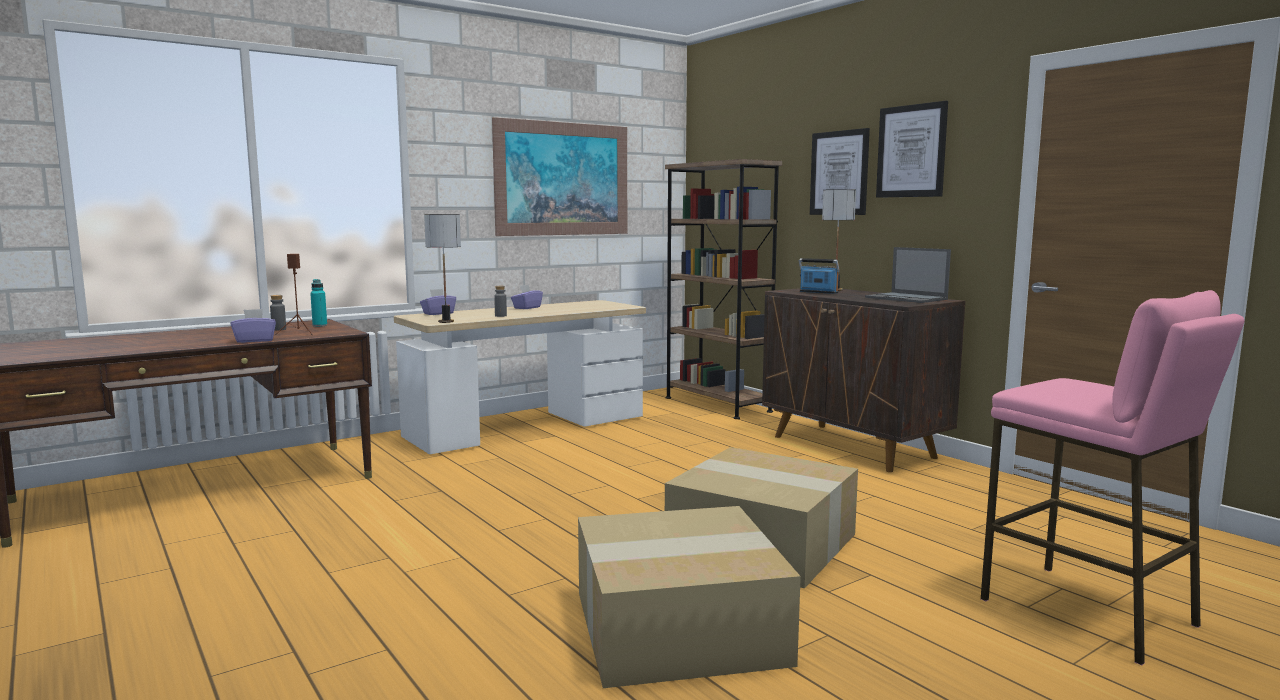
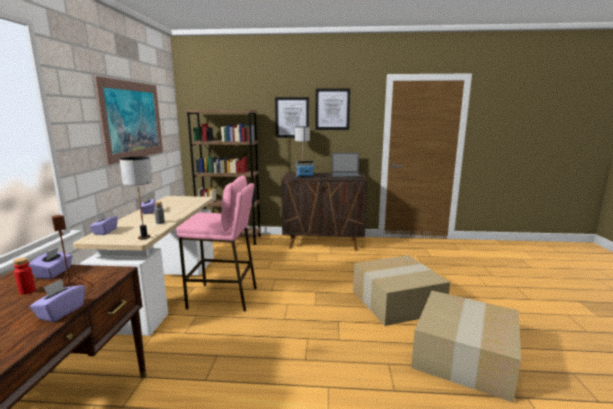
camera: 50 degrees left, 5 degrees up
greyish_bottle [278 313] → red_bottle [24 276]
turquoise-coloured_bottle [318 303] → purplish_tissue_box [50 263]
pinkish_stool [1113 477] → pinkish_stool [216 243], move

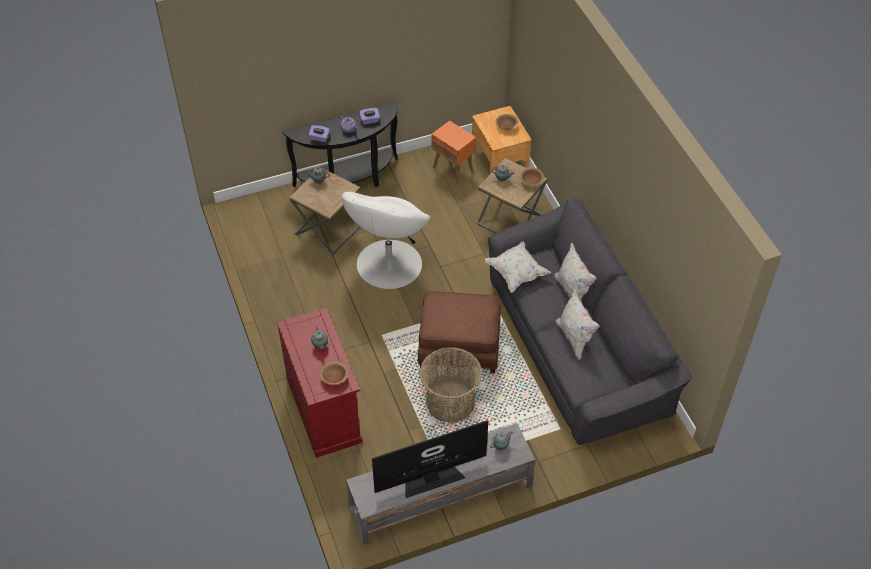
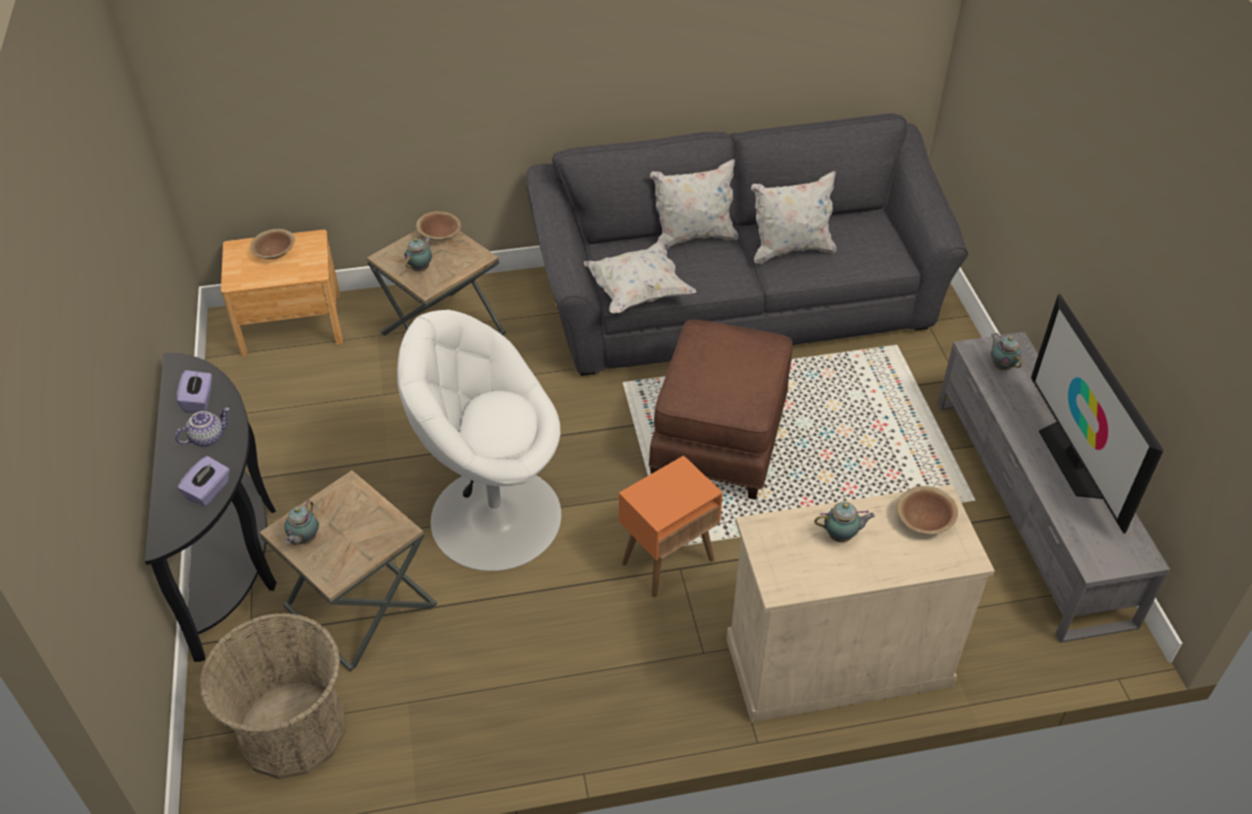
camera: 80 degrees left, 5 degrees down
red_storage_cabinet [320 383] → sand-coloured_storage_cabinet [861 603]
white_easy_chair [385 240] → white_easy_chair [479 440], 150 degrees clockwise
storage_basket [451 385] → storage_basket [272 696], move
orangey_end_table [453 153] → orangey_end_table [671 526], move

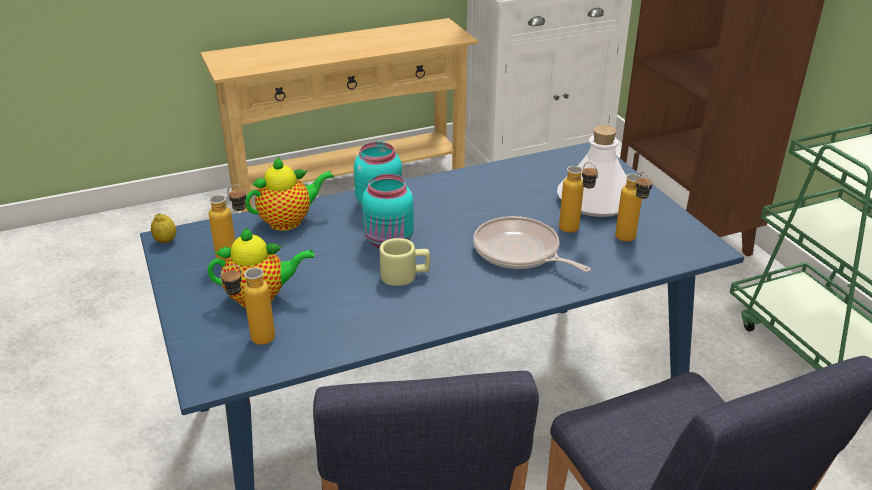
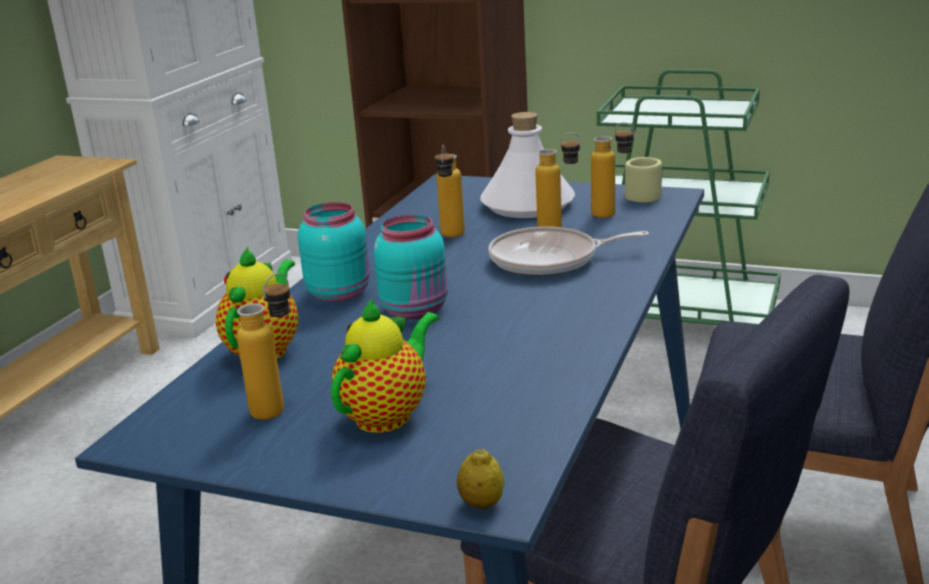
camera: 45 degrees left, 10 degrees down
lemon [163 228] → lemon [480 479], move
bottle [247 305] → bottle [450 191], move
sand-coloured_mug [405 262] → sand-coloured_mug [643 179], move

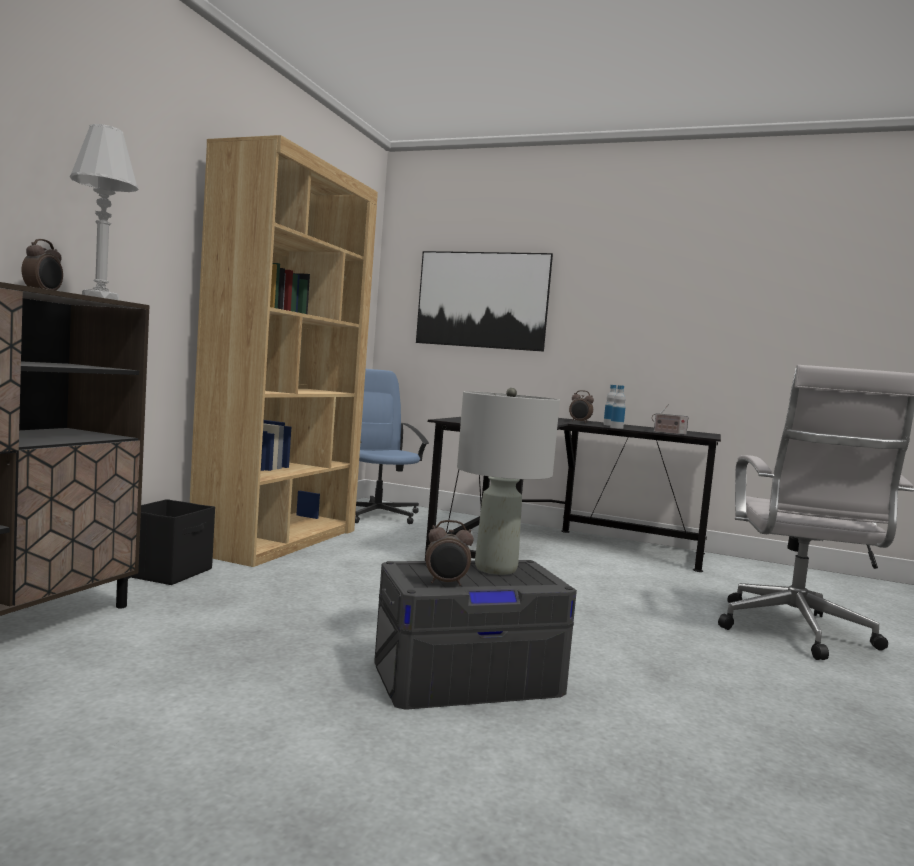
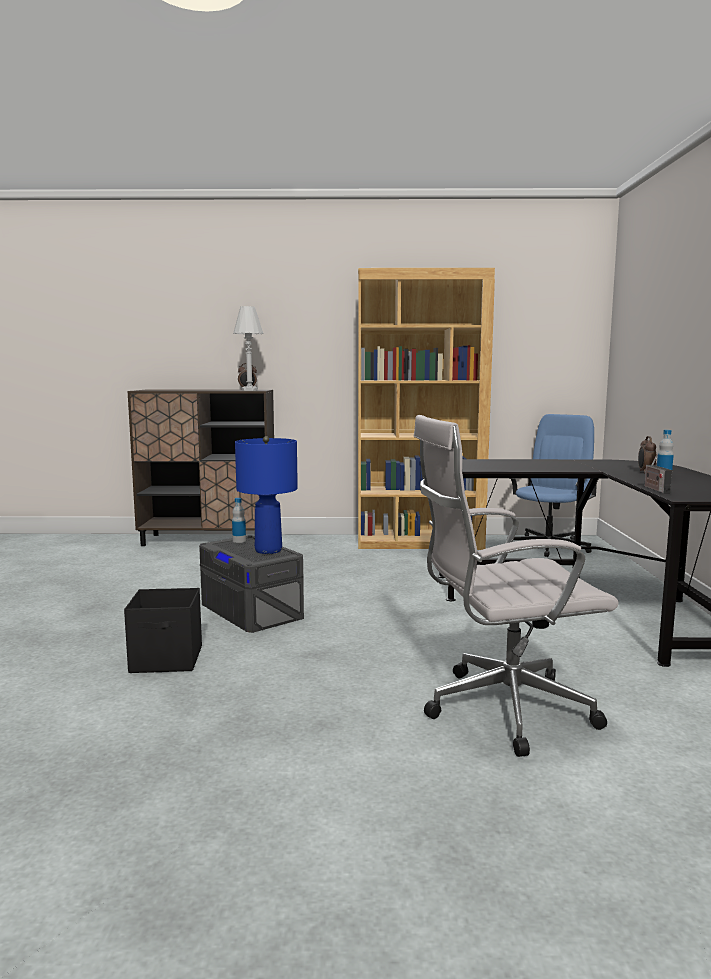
camera: 70 degrees right, 5 degrees up
black-coloured_storage_bin [173 542] → black-coloured_storage_bin [163 630], move
wall_picture [484 301] → -
alarm_clock [449 553] → -
greyish_tabletop_lamp [508 481] → blue-coloured_tabletop_lamp [266 495]
bottle [618 407] → bottle [239 520], move

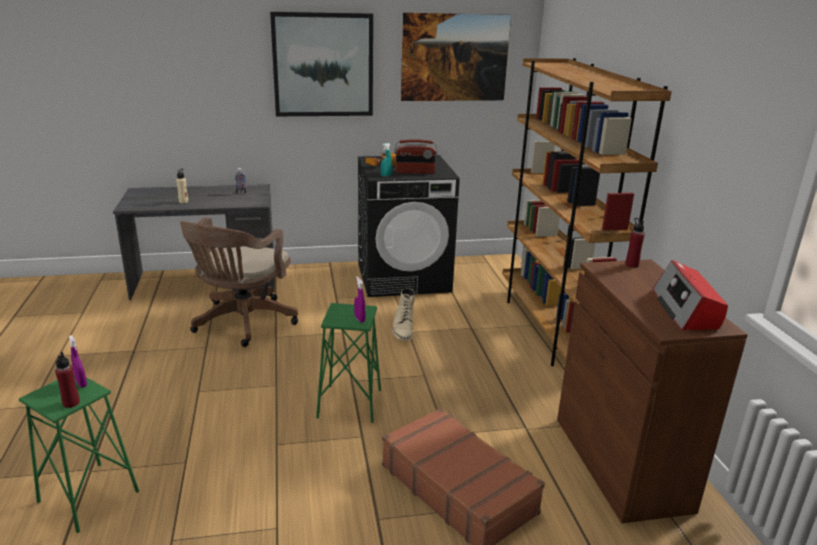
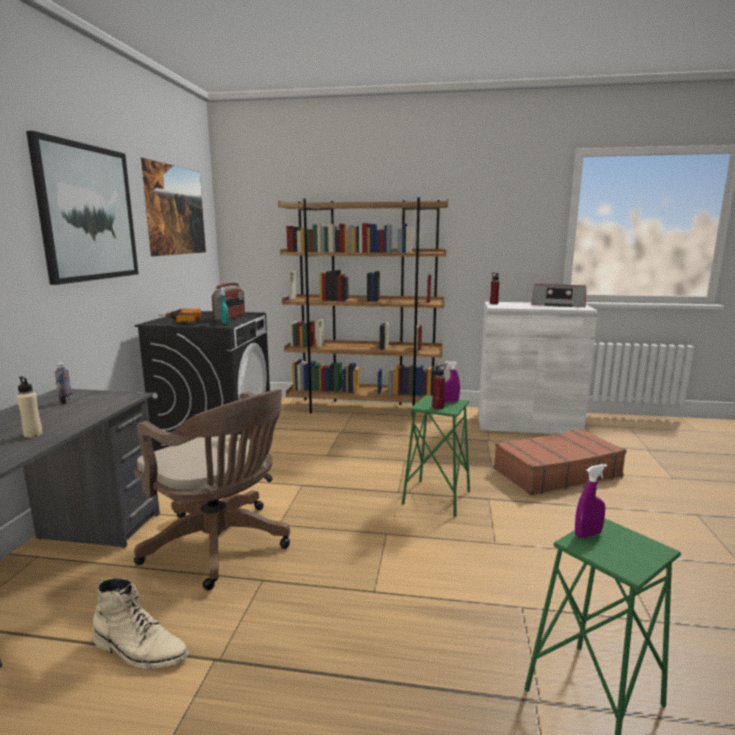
camera: 70 degrees left, 10 degrees down
red_bottle [67 380] → red_bottle [439 387], move
sand-coloured_tall_boot [403 314] → sand-coloured_tall_boot [141 623], move
brown-coloured_storage_cabinet [652 391] → white_storage_cabinet [538 368]

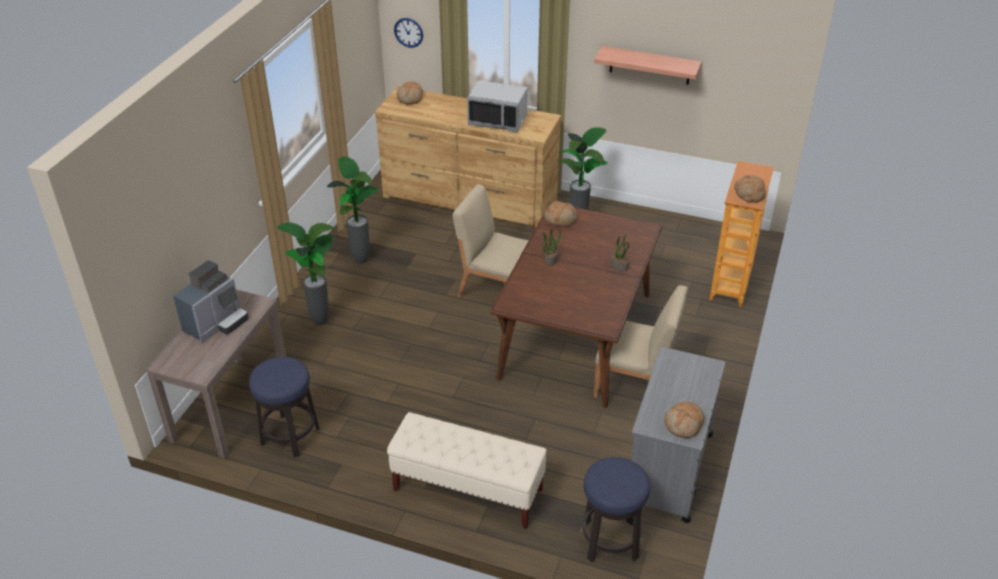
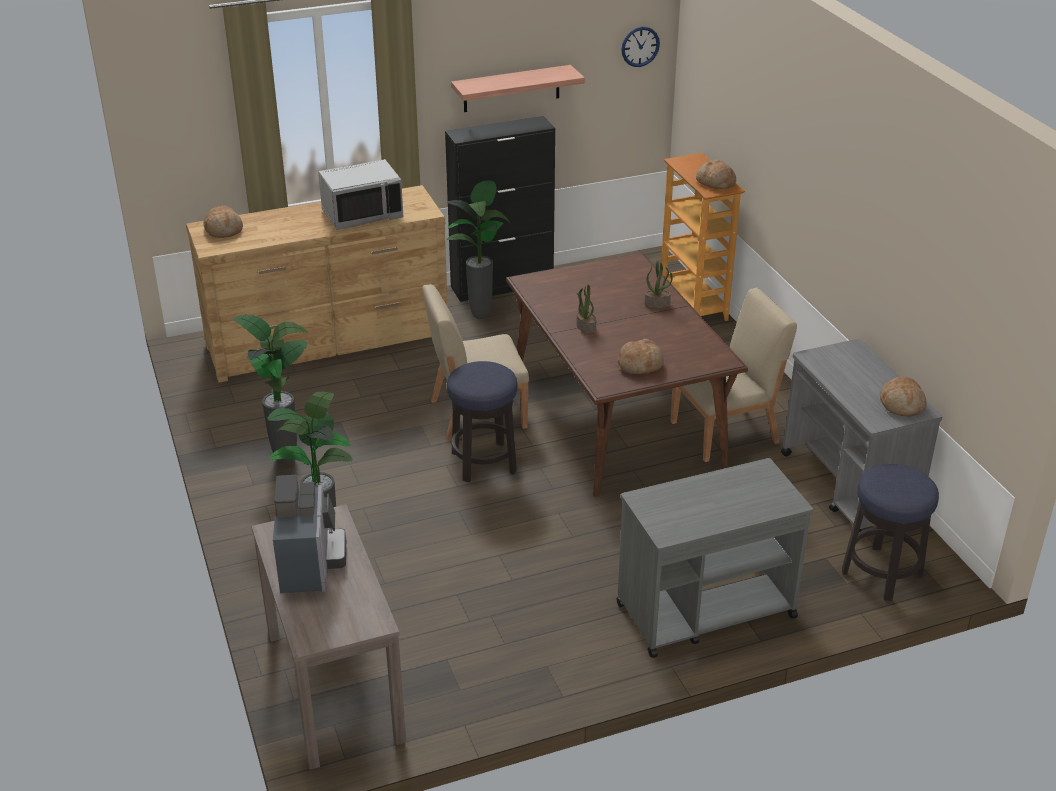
camera: 40 degrees left, 5 degrees down
stool [284 407] → stool [482 422], move
sand-coloured_bench [467 470] → greyish_cart [714 558]
hanging_clock [408 33] → hanging_clock [640 47], move
bread [560 214] → bread [641 356], move
- → black-coloured_storage_cabinet [500 209]

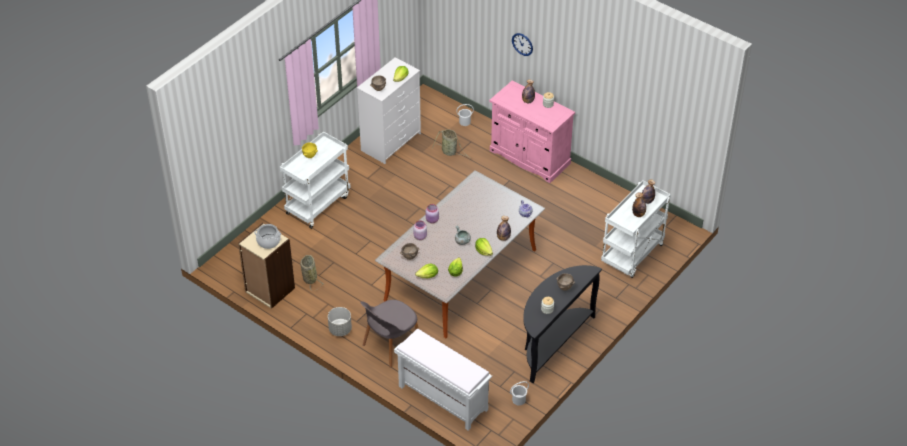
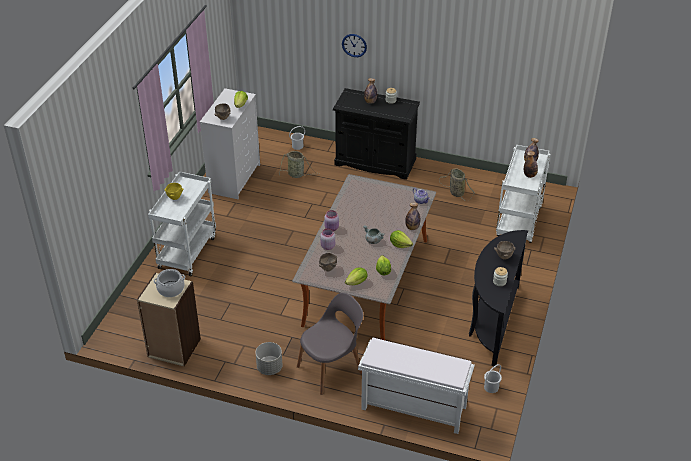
camera: 20 degrees left, 5 degrees down
storage_basket [312 273] → storage_basket [457 184], move
greyish_plain_chair [389 334] → greyish_plain_chair [330 343], 150 degrees counterclockwise
pinkish_storage_cabinet [532 132] → black-coloured_storage_cabinet [376 134]

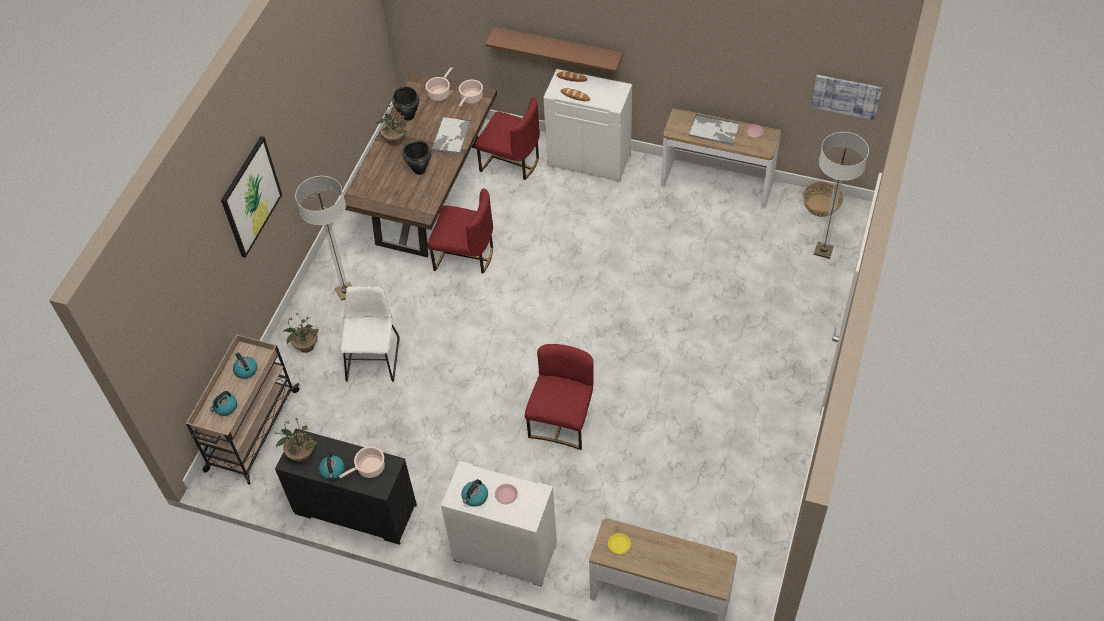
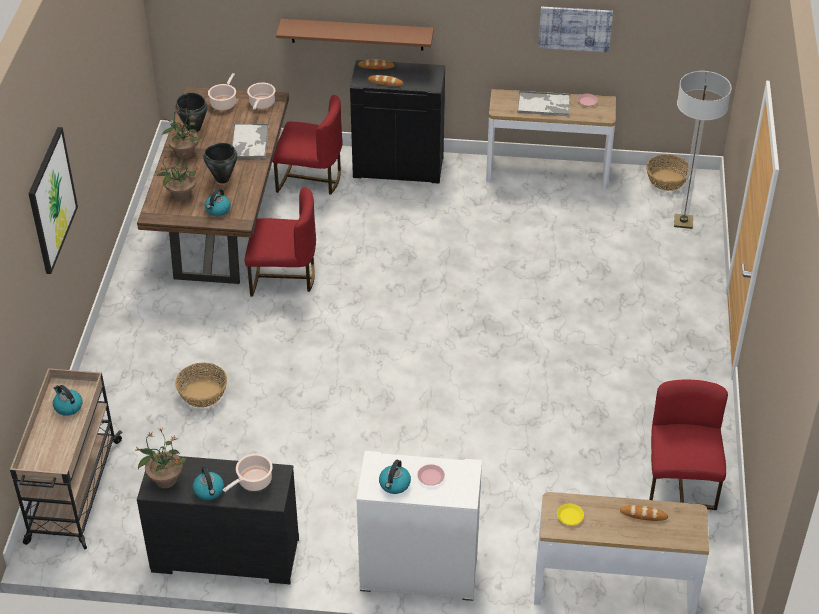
camera: 15 degrees left, 10 degrees down
tea_kettle [223 403] → tea_kettle [218 202], move
plant_in_a_pot [300 333] → plant_in_a_pot [177 176], move
standing_lamp [323 238] → -
white_plain_chair [370 334] → storage_basket [201 385]
red_plain_chair [559 397] → red_plain_chair [688 444], move
white_storage_cabinet [588 125] → black-coloured_storage_cabinet [397 122]
wall_picture [846 97] → wall_picture [575 29], move
- → bread [644 513]

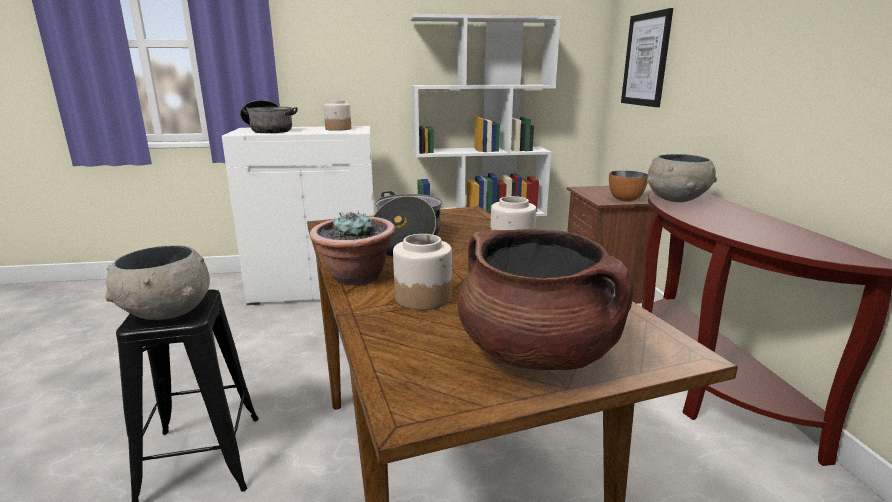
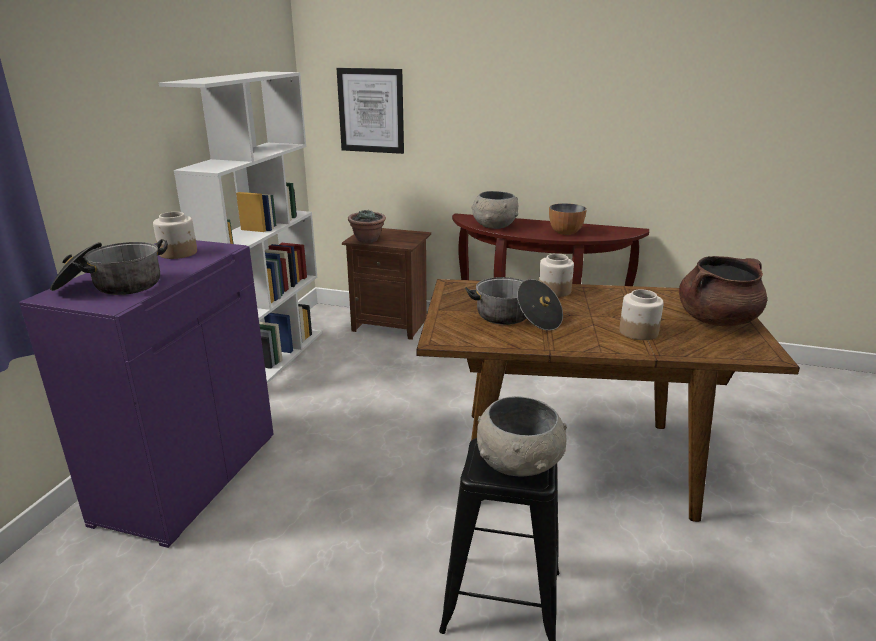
camera: 65 degrees left, 5 degrees up
white_storage_cabinet [298 215] → purplish_storage_cabinet [146 394]
plant_in_a_pot [352 248] → plant_in_a_pot [367 226], move
deep_dish [628 186] → deep_dish [568 219], move

